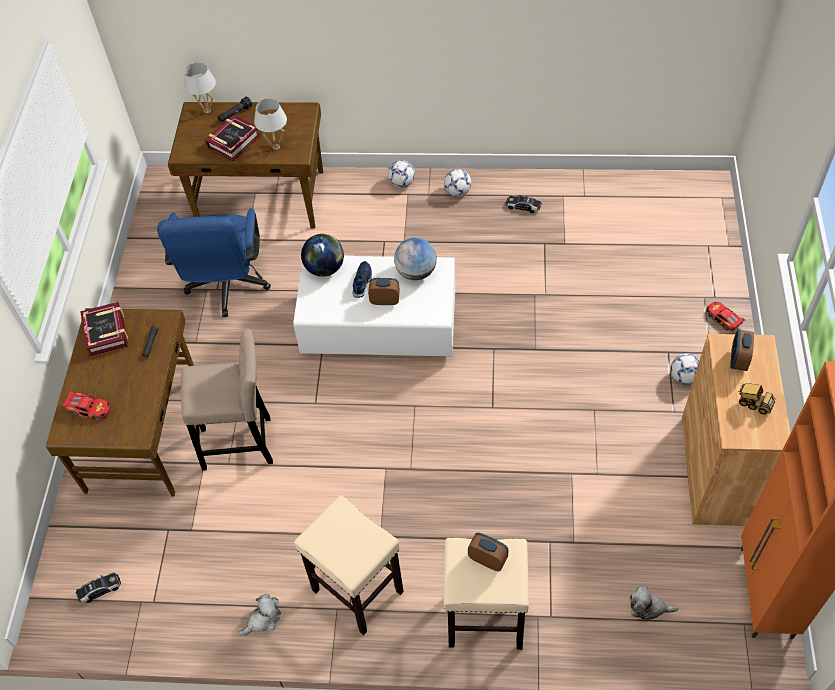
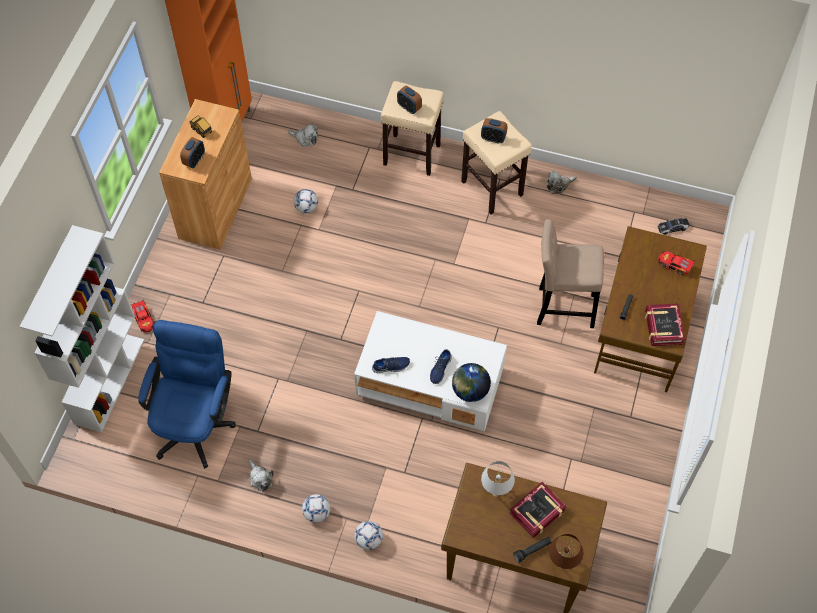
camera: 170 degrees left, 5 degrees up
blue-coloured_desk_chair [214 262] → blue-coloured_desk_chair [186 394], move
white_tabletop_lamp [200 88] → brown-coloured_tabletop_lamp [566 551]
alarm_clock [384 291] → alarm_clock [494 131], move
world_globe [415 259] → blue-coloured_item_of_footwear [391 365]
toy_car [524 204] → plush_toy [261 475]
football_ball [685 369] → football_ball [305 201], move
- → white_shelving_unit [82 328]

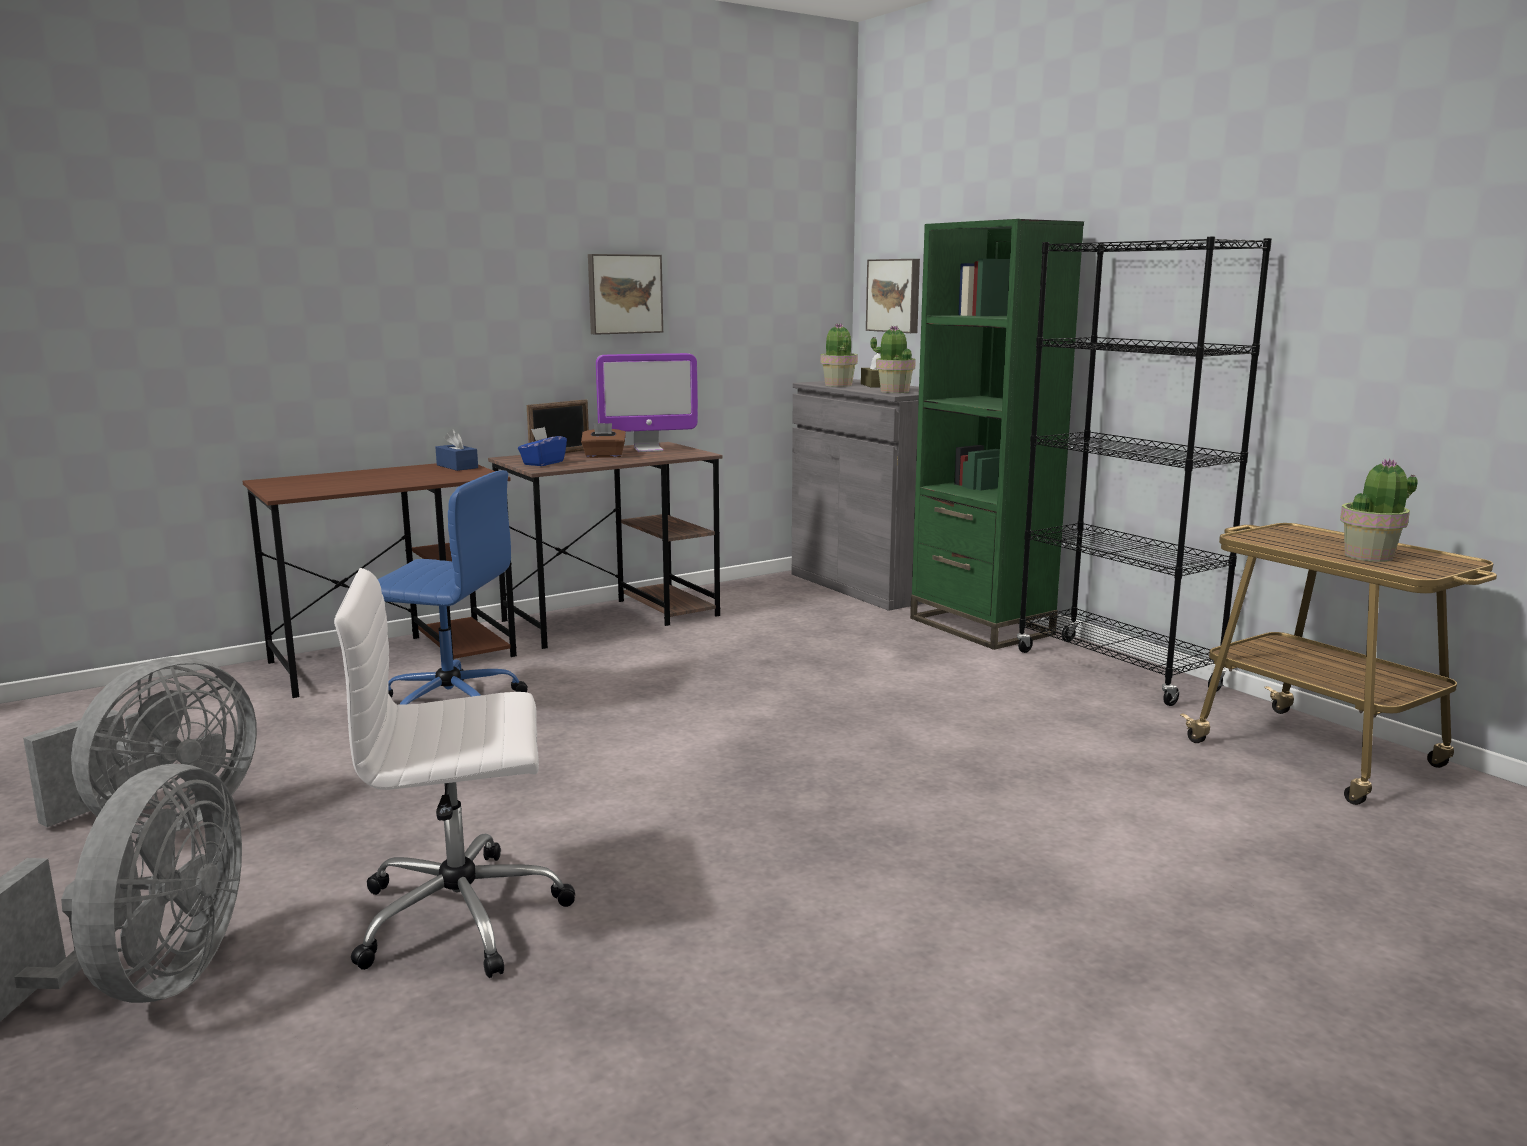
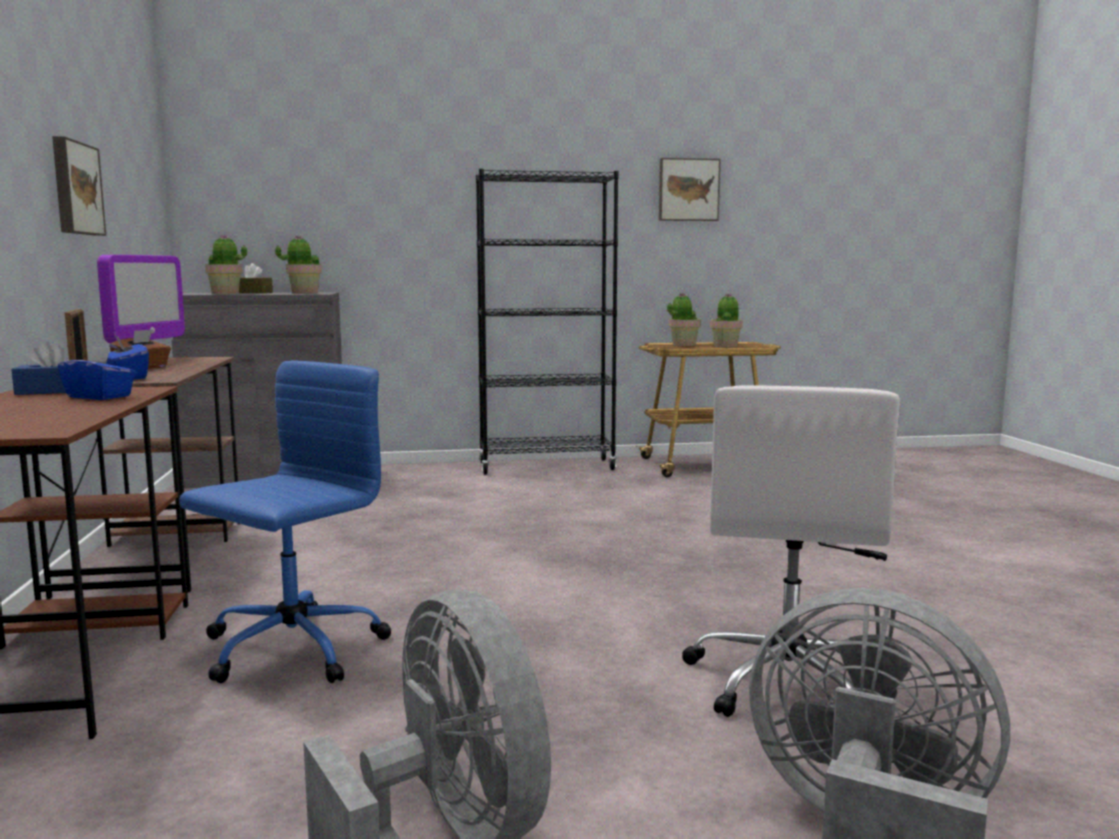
camera: 65 degrees left, 5 degrees down
wall_picture [893 296] → wall_picture [689 189], move
greenish_shelving_unit [997 434] → -
- → blue-coloured_tissue_box [97 373]
- → plant_in_a_pot [684 319]

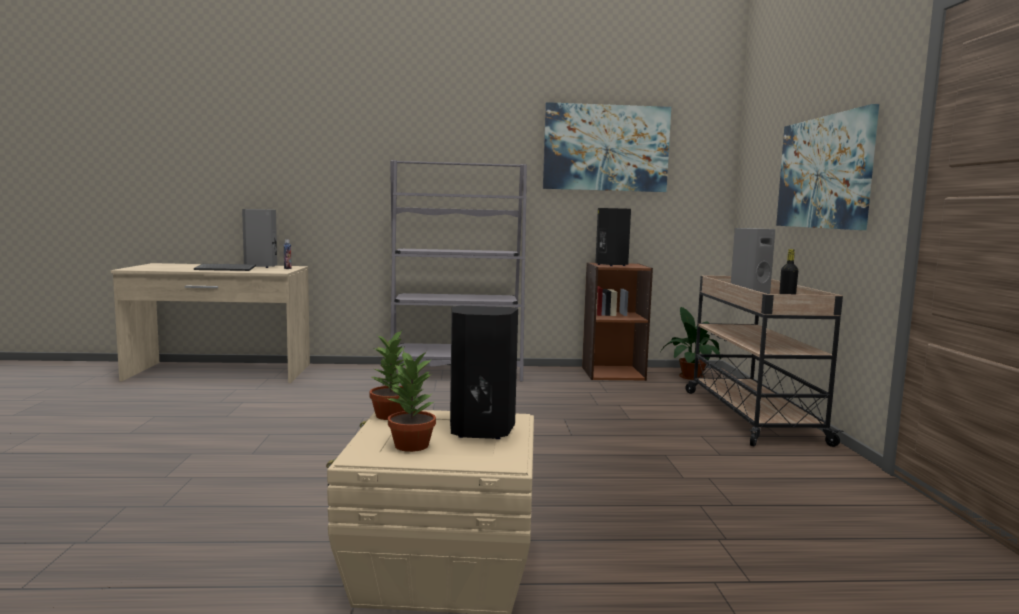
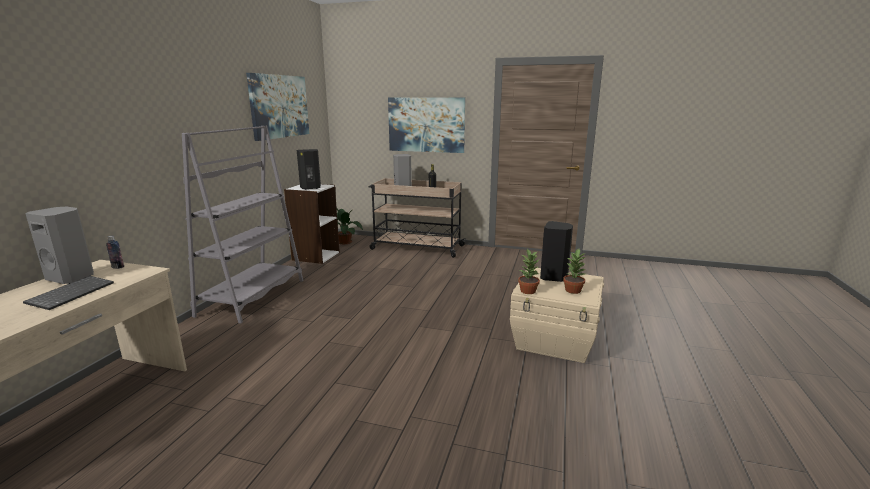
camera: 70 degrees left, 10 degrees up
brown-coloured_shelving_unit [617 321] → white_shelving_unit [312 224]

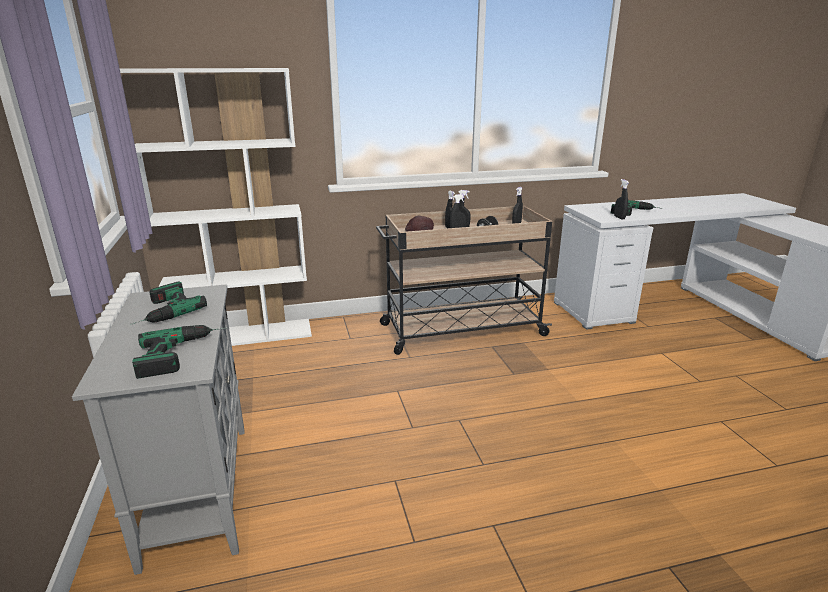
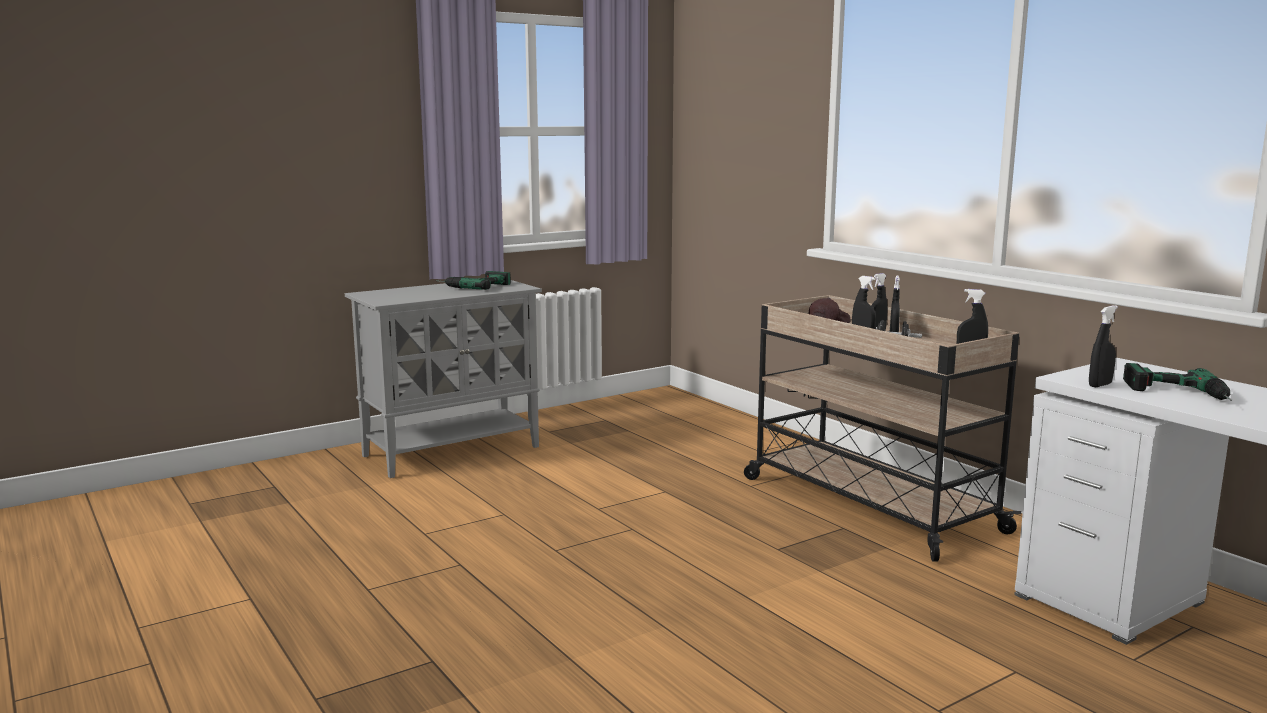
camera: 70 degrees right, 10 degrees down
white_shelving_unit [216 207] → -
drill [179 352] → -

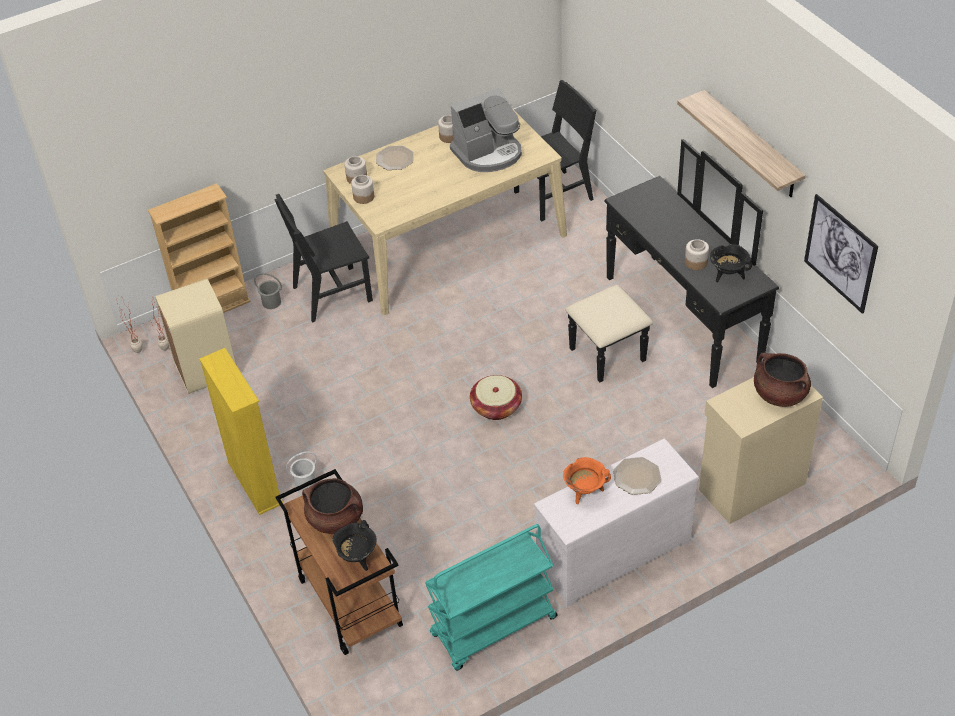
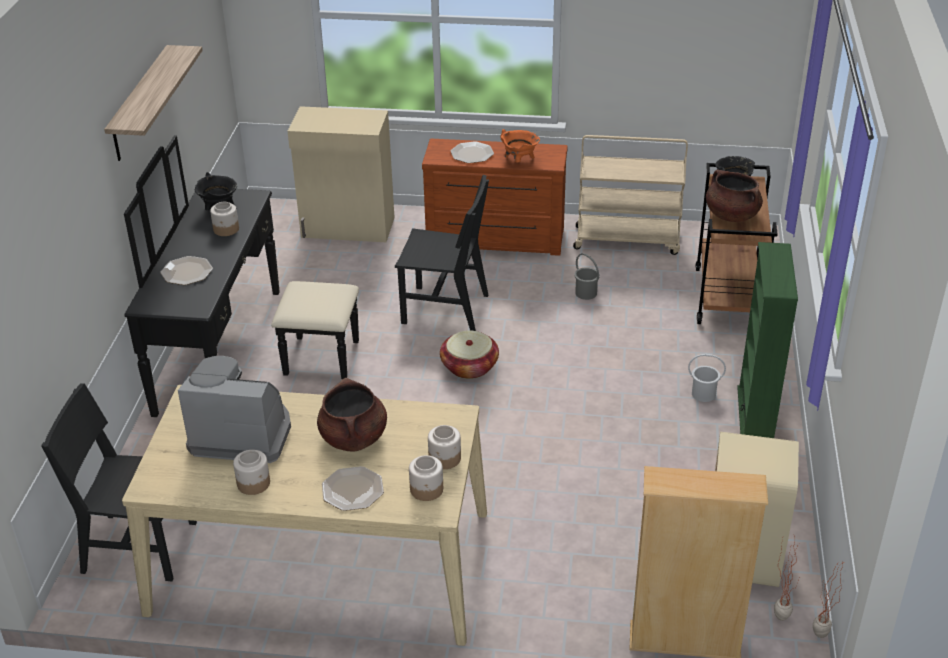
camera: 145 degrees left, 10 degrees down
yellow_shelving_unit [241 431] → greenish_shelving_unit [767 340]
greyish_pail [268 291] → greyish_pail [587 276], move
black-coloured_plain_chair [323 258] → black-coloured_plain_chair [442 253], move
turquoise-coloured_cart [491 597] → sand-coloured_cart [630 195]
white_drawer_chest [616 522] → brown-coloured_drawer_chest [495 197]
brown-coloured_stockpot [782 380] → brown-coloured_stockpot [352 414], move
wall_picture [841 254] → -
- → flat_dish [187 270]

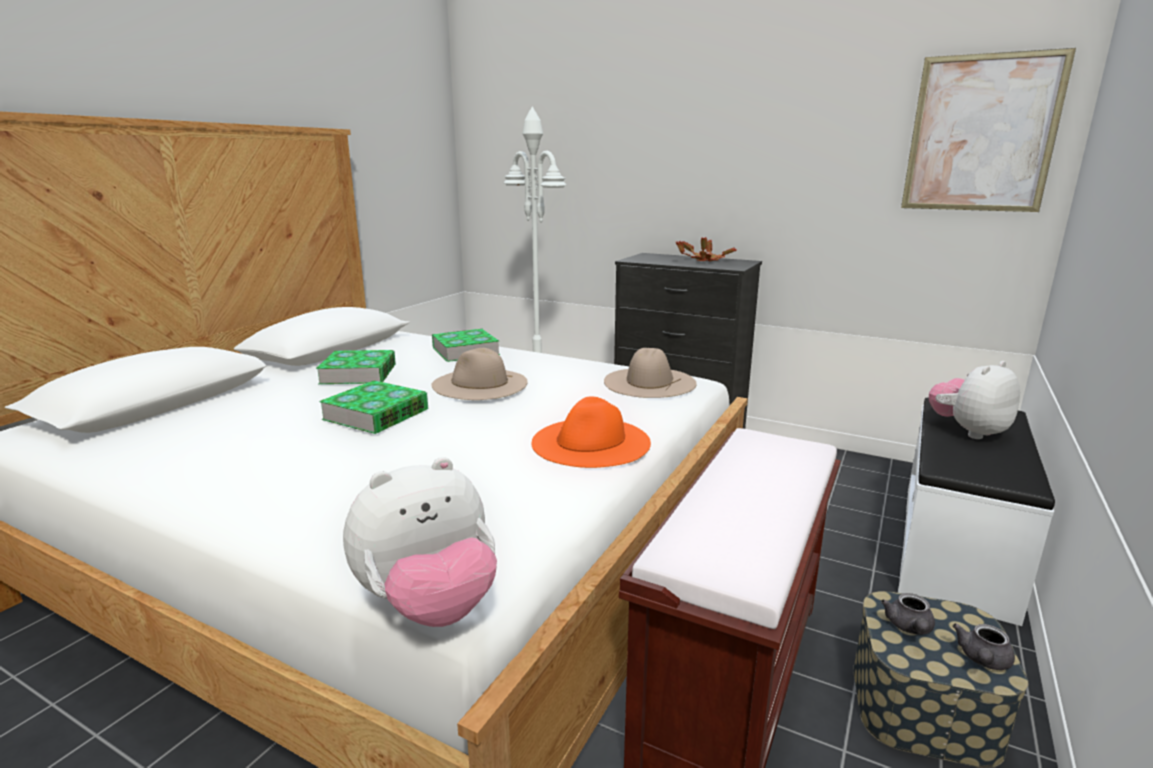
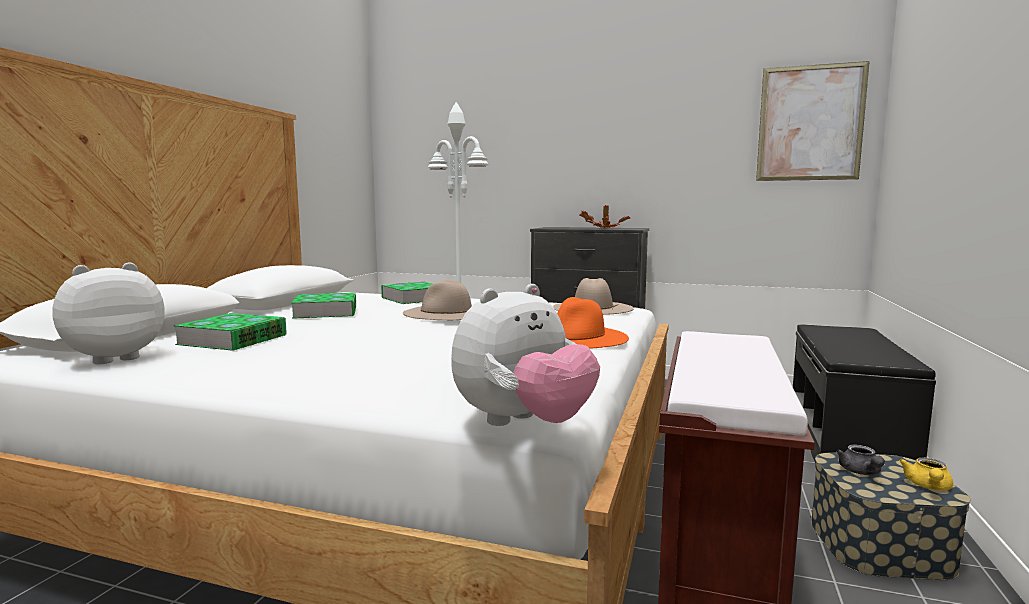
camera: 10 degrees left, 10 degrees down
book [373 407] → book [230 332], move
white_bench [976 512] → black-coloured_bench [864 393]
plush_toy [974 400] → plush_toy [108 313], move
greyish_tea_pot [984 646] → yellow_tea_pot [926 474]

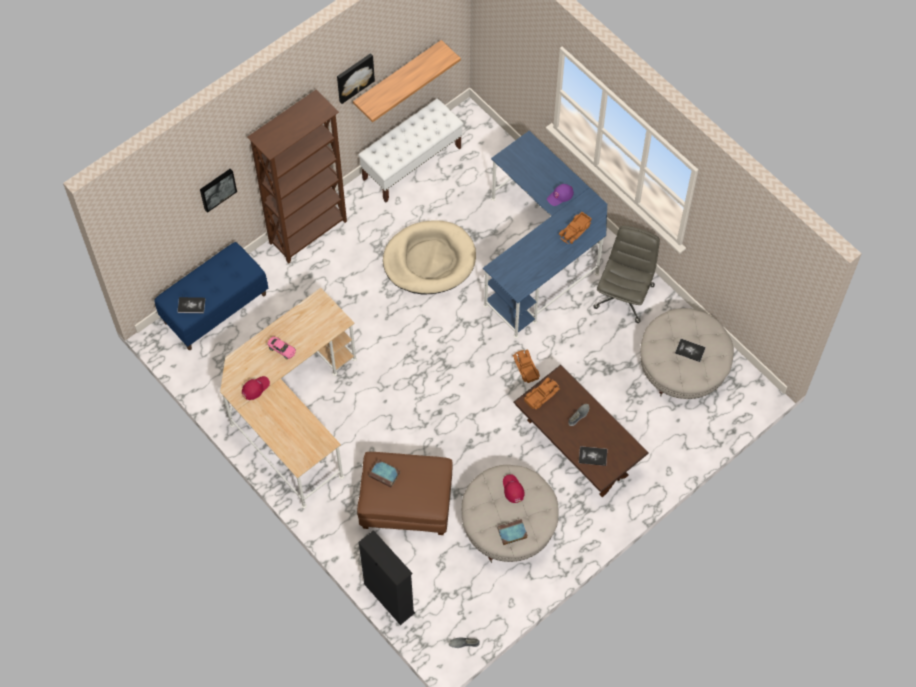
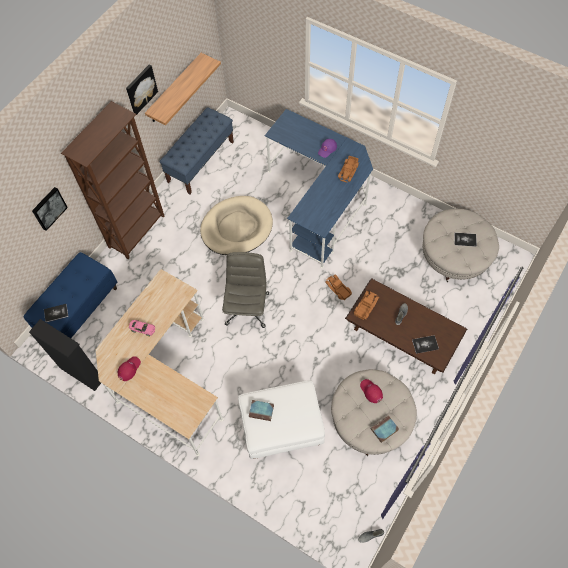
camera: 15 degrees left, 0 degrees up
brown-coloured_pouffe [405 493] → white_pouffe [281 419]
white_bench [411 150] → blue-coloured_bench [196 150]
black-coloured_shelving_unit [386 577] → black-coloured_shelving_unit [65 355], move
greyish_desk_chair [626 274] → greyish_desk_chair [245 290], move

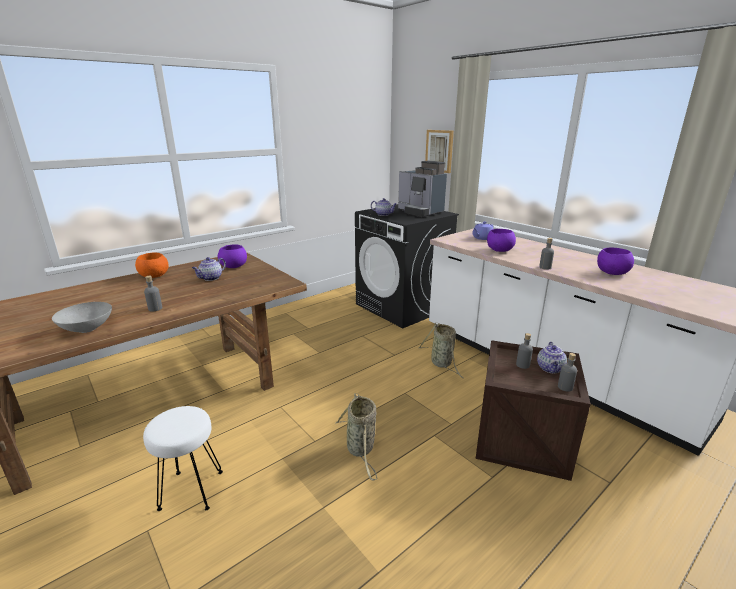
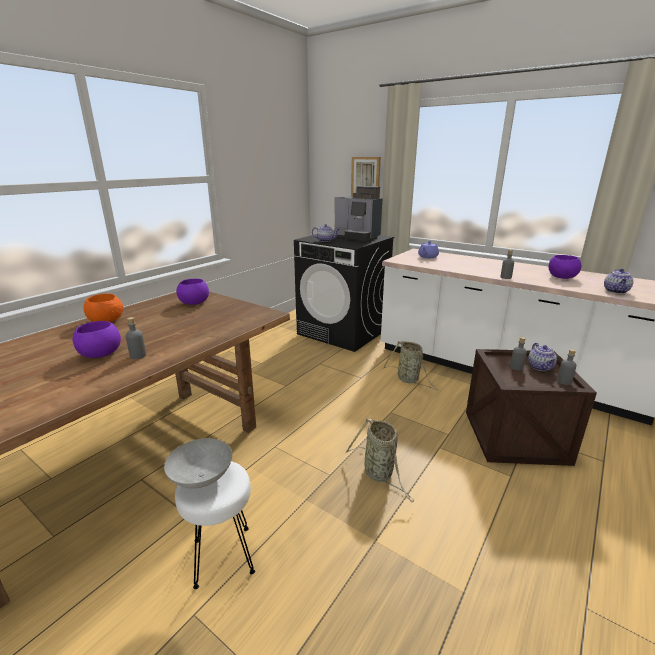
camera: 15 degrees left, 0 degrees up
greyish_deep_dish [82 317] → greyish_deep_dish [198 463], move
tea_pot [209 269] → tea_pot [618 281], move
purplish_deep_dish [501 240] → purplish_deep_dish [96 339], move

